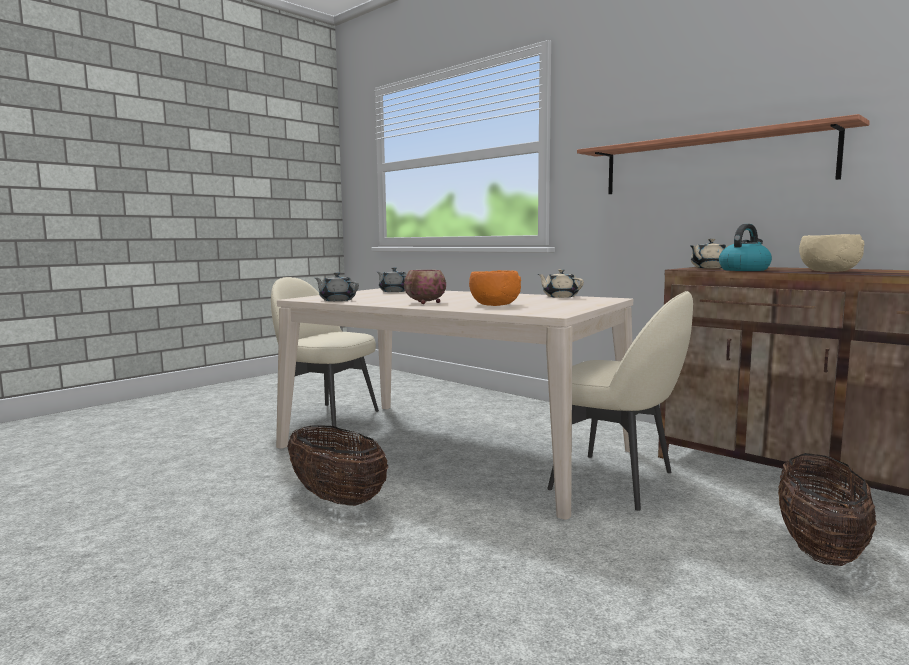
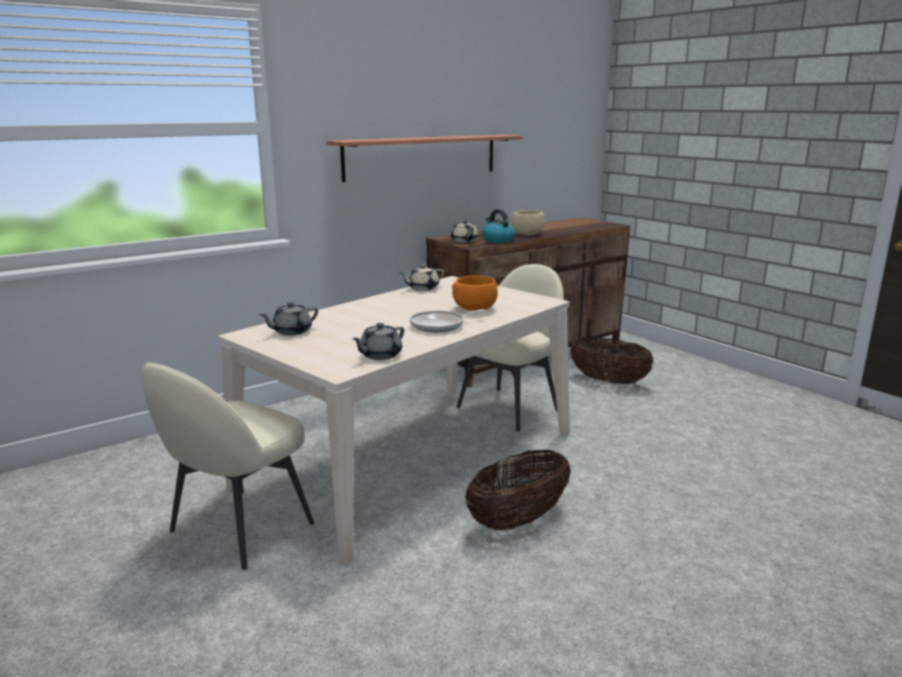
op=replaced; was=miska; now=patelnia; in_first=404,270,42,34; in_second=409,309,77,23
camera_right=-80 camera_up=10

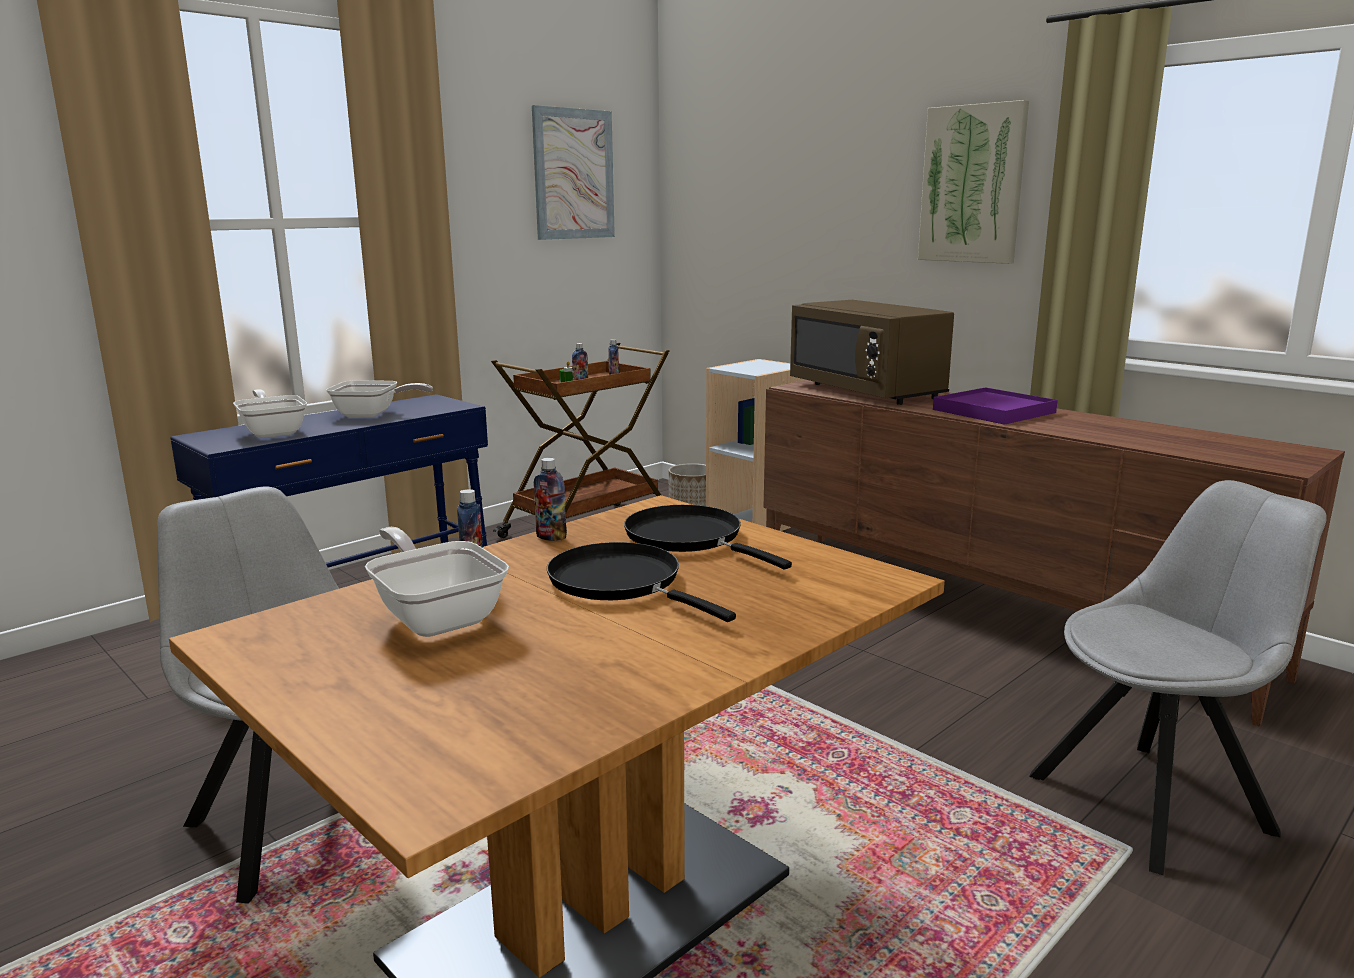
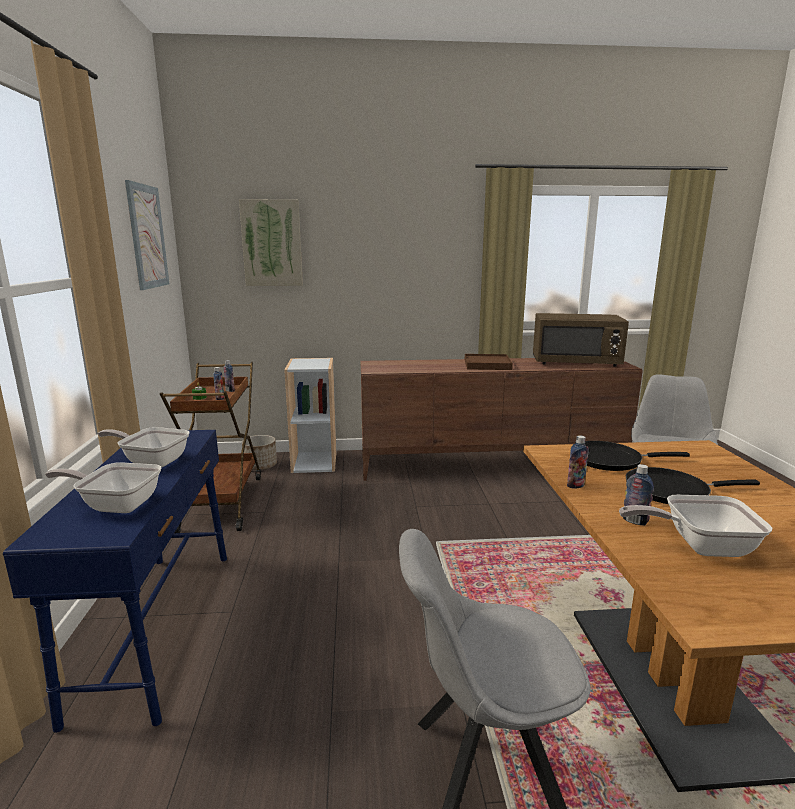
op=turned; was=patelnia; in_first=326,380,107,37; in_second=97,427,93,41; clockwise=-120
op=moved; was=obraz; in_first=918,100,111,164; in_second=239,199,64,87
op=recoloured; was=taca/fioletowy; now=taca/brązowy; in_first=933,387,125,38; in_second=465,354,48,16
op=moved; was=mikrofalówka/brązowy; in_first=790,300,164,105; in_second=533,313,96,54
camera_right=-50 camera_up=0

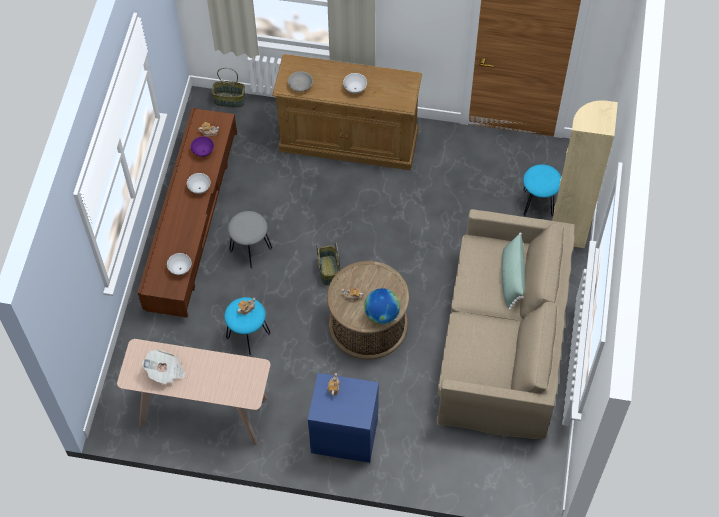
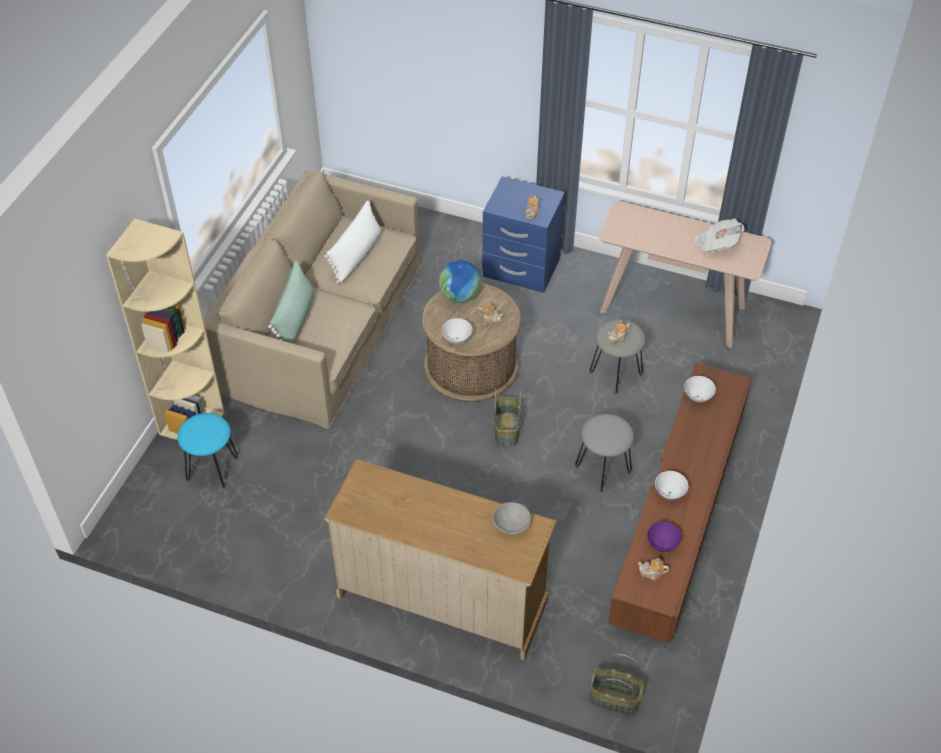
op=added; now=poduszka/biały; in_second=324,200,57,84
op=moved; was=miska/biały; in_first=343,73,24,21; in_second=442,318,30,26
op=recoloured; was=stołek/turkusowy; now=stołek/szary; in_first=224,297,46,59; in_second=590,319,55,75
camera_right=-170 camera_up=-10

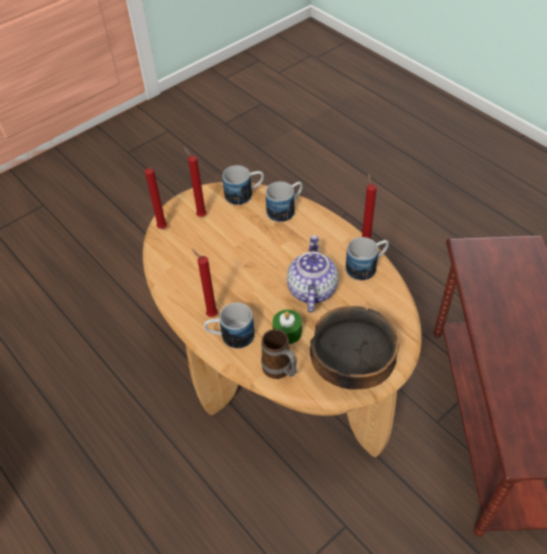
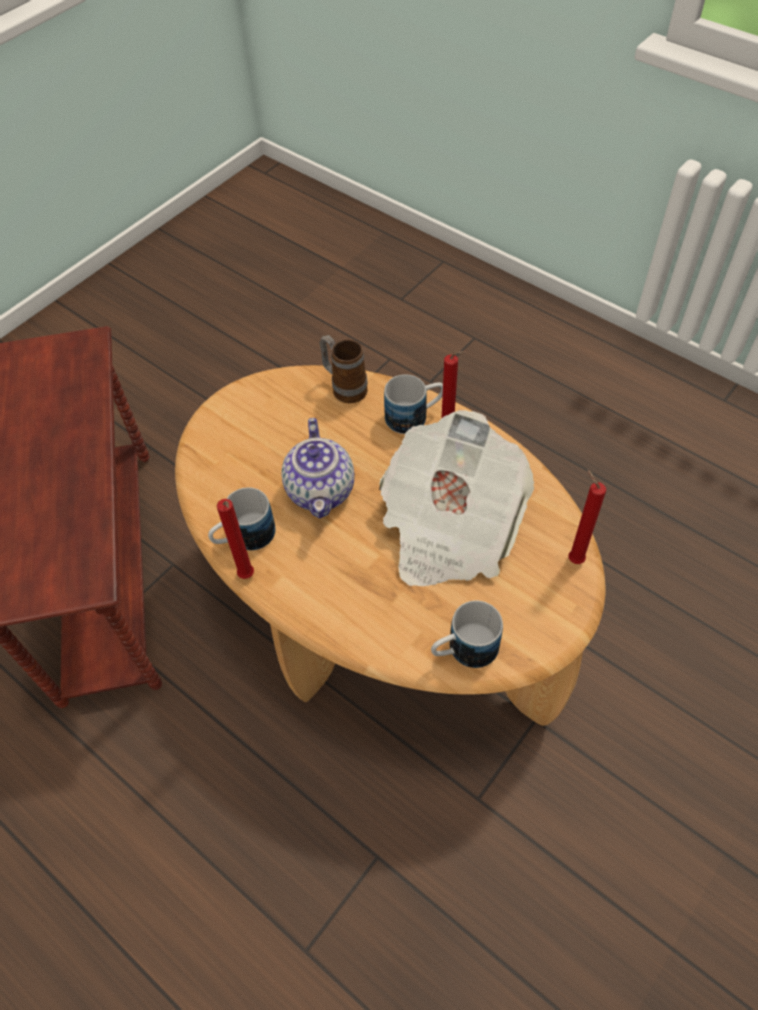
op=added; now=gazeta; in_second=379,410,155,176
op=removed; was=świeca/czerwony; in_first=184,148,23,69
op=removed; was=kubek; in_first=266,182,37,40
op=removed; was=świeca/zielony; in_first=273,310,29,34
op=removed; was=miska; in_first=310,306,89,84
camera_right=170 camera_up=5

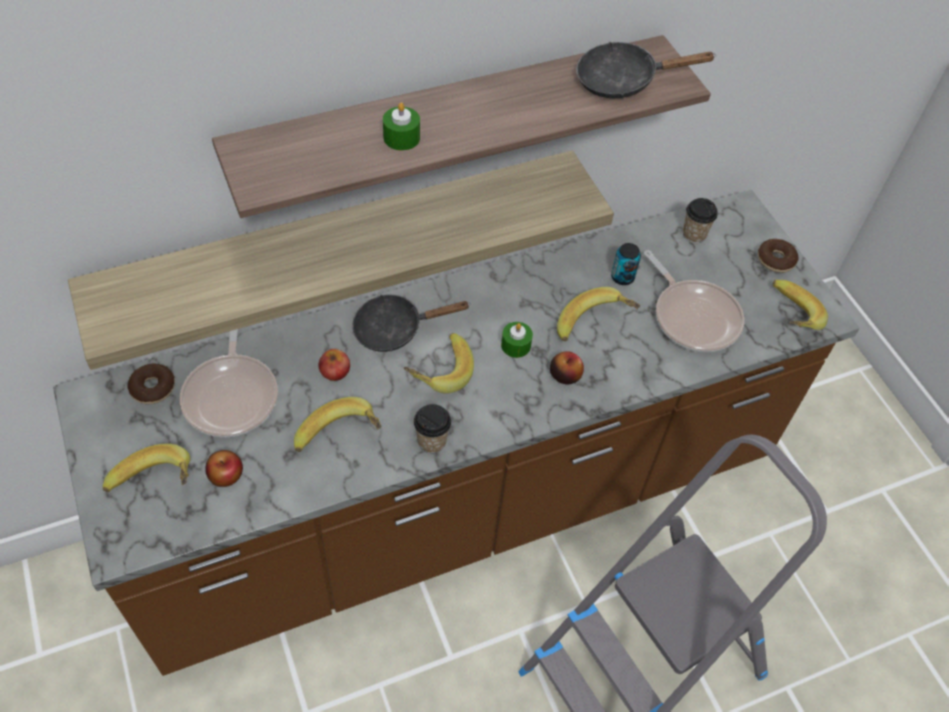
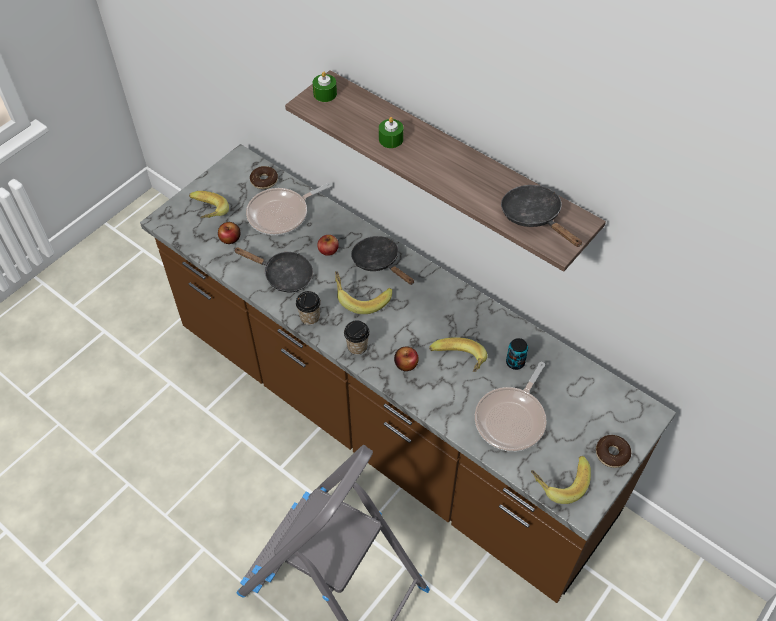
op=replaced; was=banan; now=patelnia/czarny; in_first=294,397,87,55; in_second=234,247,79,45
op=moved; was=świeca/zielony; in_first=501,322,32,36; in_second=313,71,24,31
op=moved; was=filiżanka; in_first=683,198,35,45; in_second=344,320,26,35
op=removed; was=półka; in_first=68,150,546,220
camera_right=65 camera_up=0

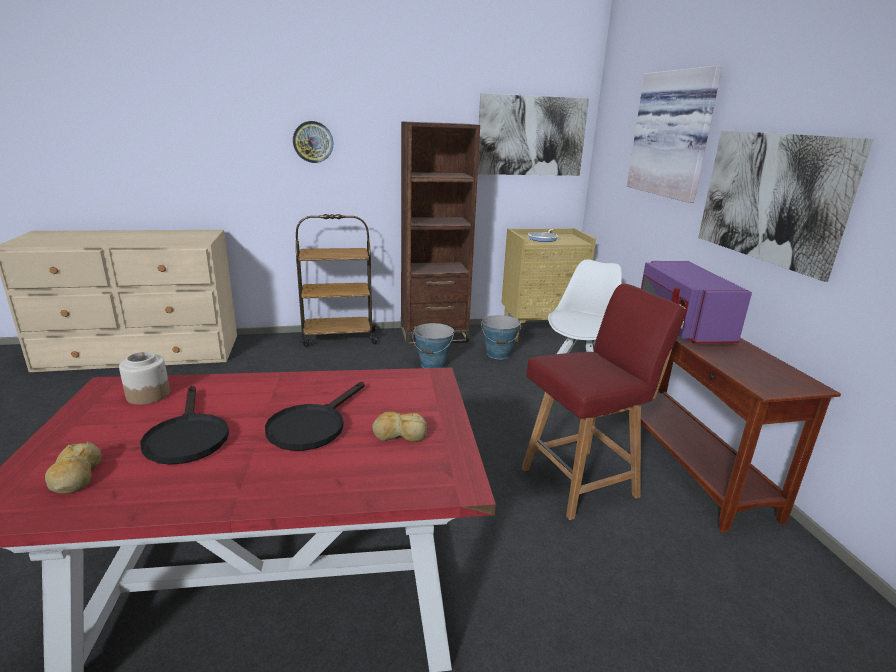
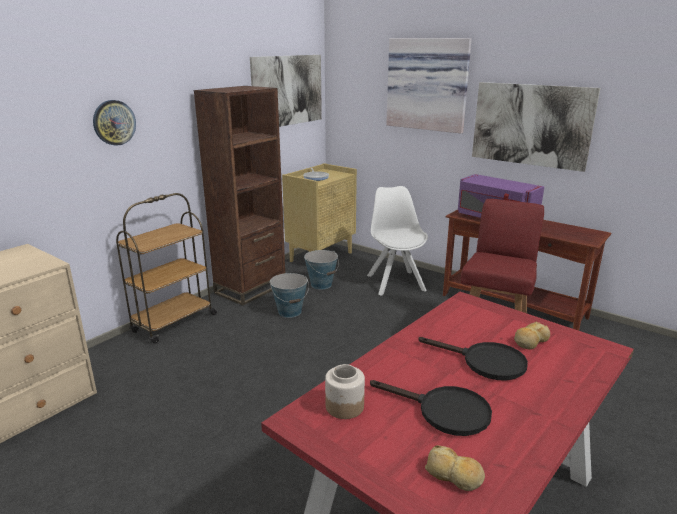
op=turned; was=patelnia/czarny; in_first=265,382,99,69; in_second=419,337,109,44; clockwise=-45
camera_right=-40 camera_up=0

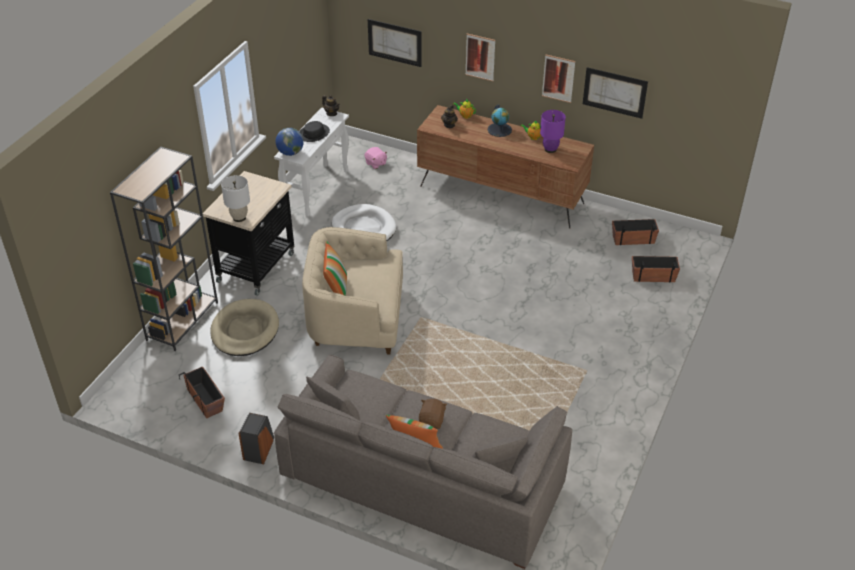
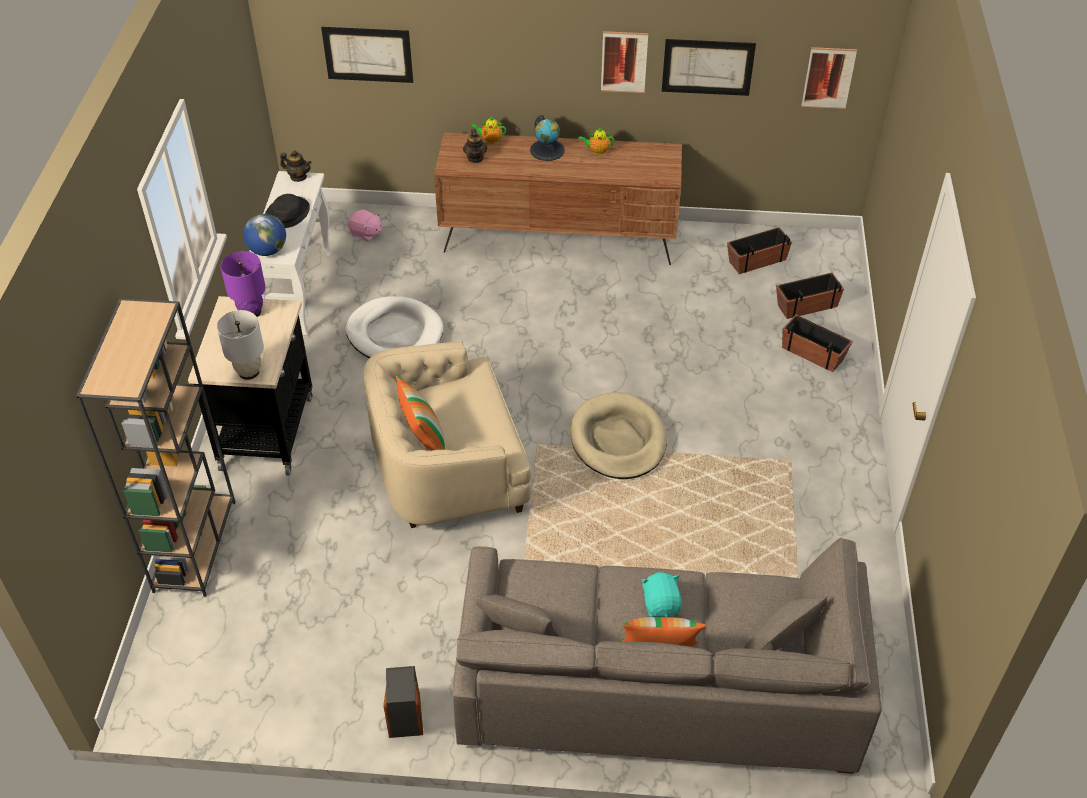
op=moved; was=lampa stołowa/fioletowy; in_first=540,110,26,43; in_second=221,251,45,66
op=moved; was=legowisko/beżowy; in_first=210,299,69,57; in_second=570,392,97,87
op=recoloured; was=pluszak/brązowy; now=pluszak/turkusowy; in_first=419,399,28,30; in_second=641,572,41,45
op=moved; was=donica; in_first=179,366,46,52; in_second=782,314,71,58
op=moved; was=obraz; in_first=465,34,30,47; in_second=801,47,56,62
camera_right=-20 camera_up=5

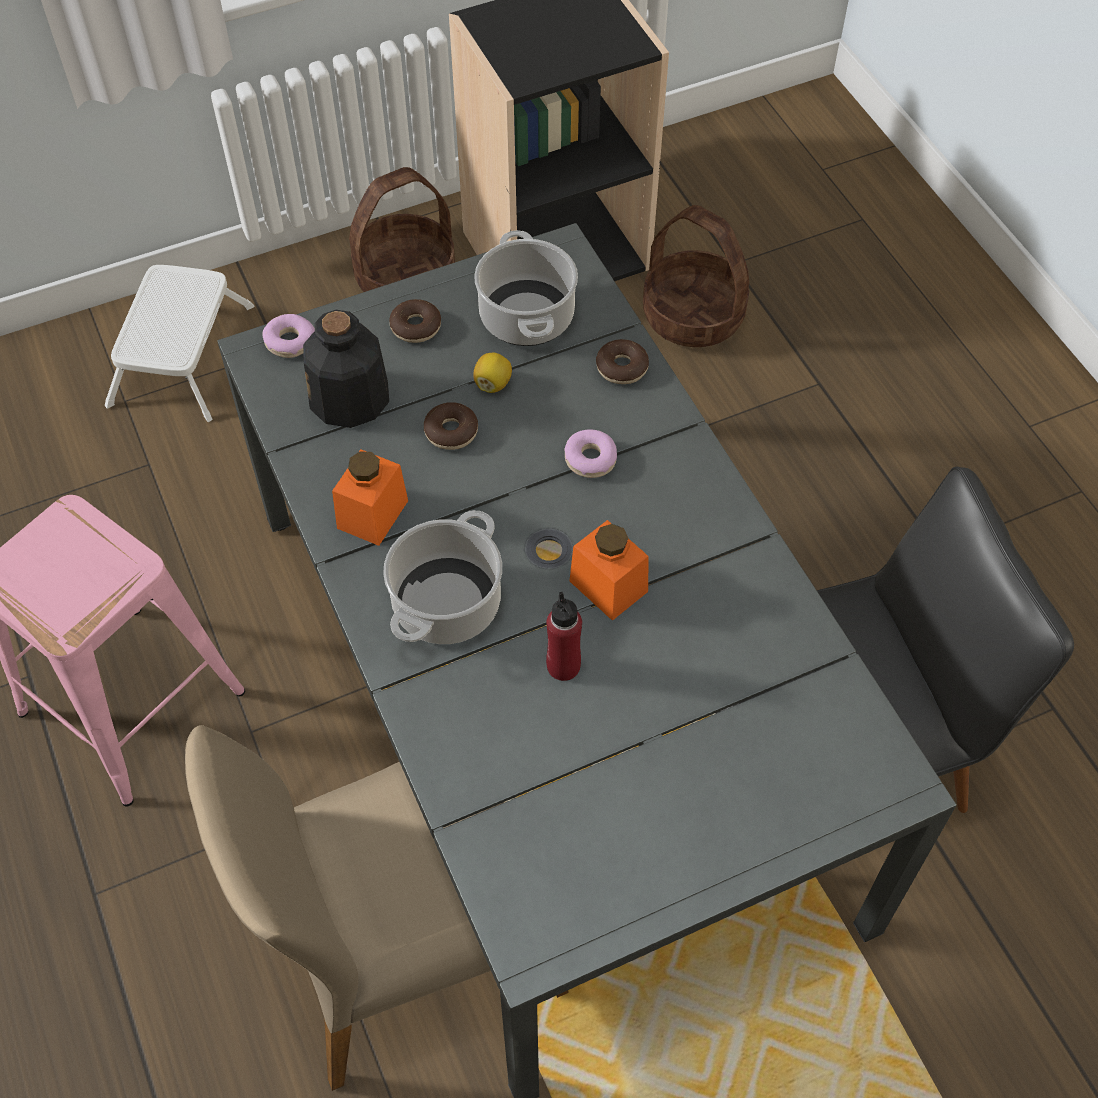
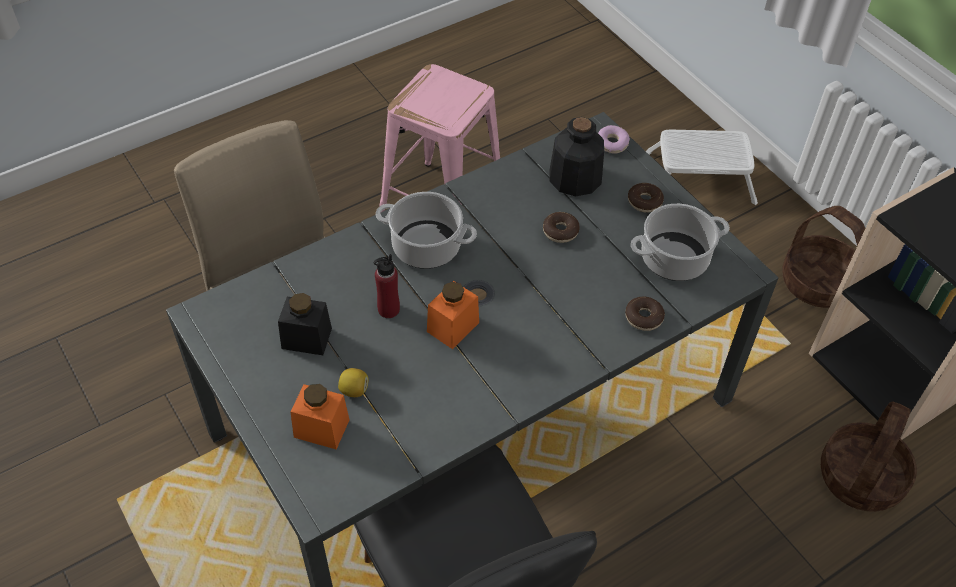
op=added; now=słoik/czarny; in_second=278,293,54,62
op=moved; was=słoik/pomarańczowy; in_first=332,449,76,97; in_second=290,384,60,65
op=moved; was=cytryna; in_first=473,353,39,40; in_second=338,368,31,29
op=removed; was=donut; in_first=564,429,53,49
camera_right=80 camera_up=-5

